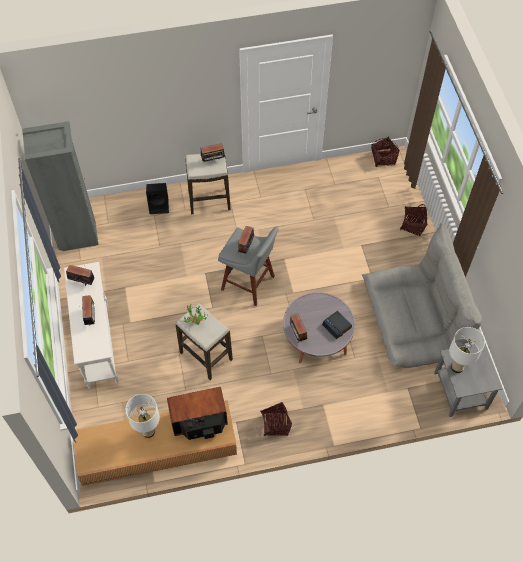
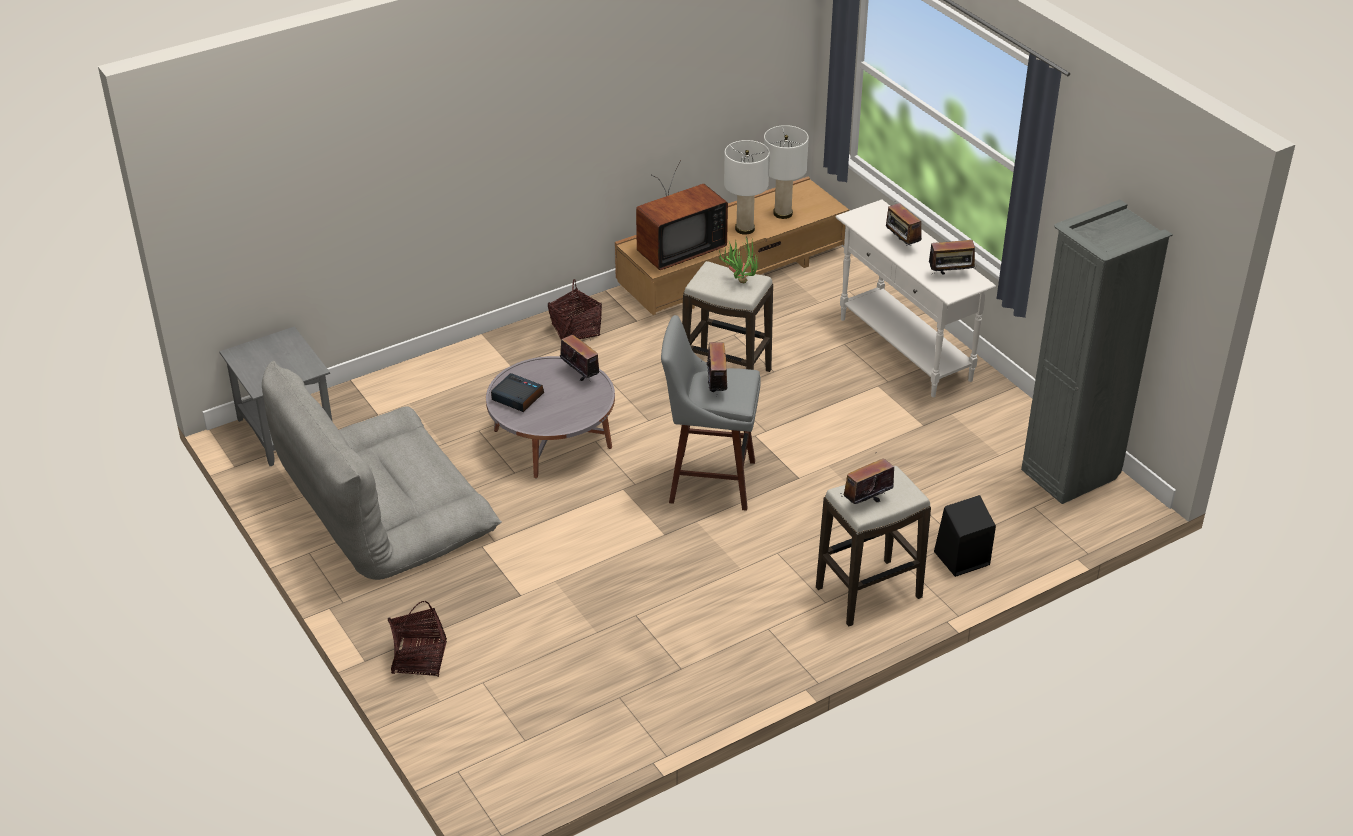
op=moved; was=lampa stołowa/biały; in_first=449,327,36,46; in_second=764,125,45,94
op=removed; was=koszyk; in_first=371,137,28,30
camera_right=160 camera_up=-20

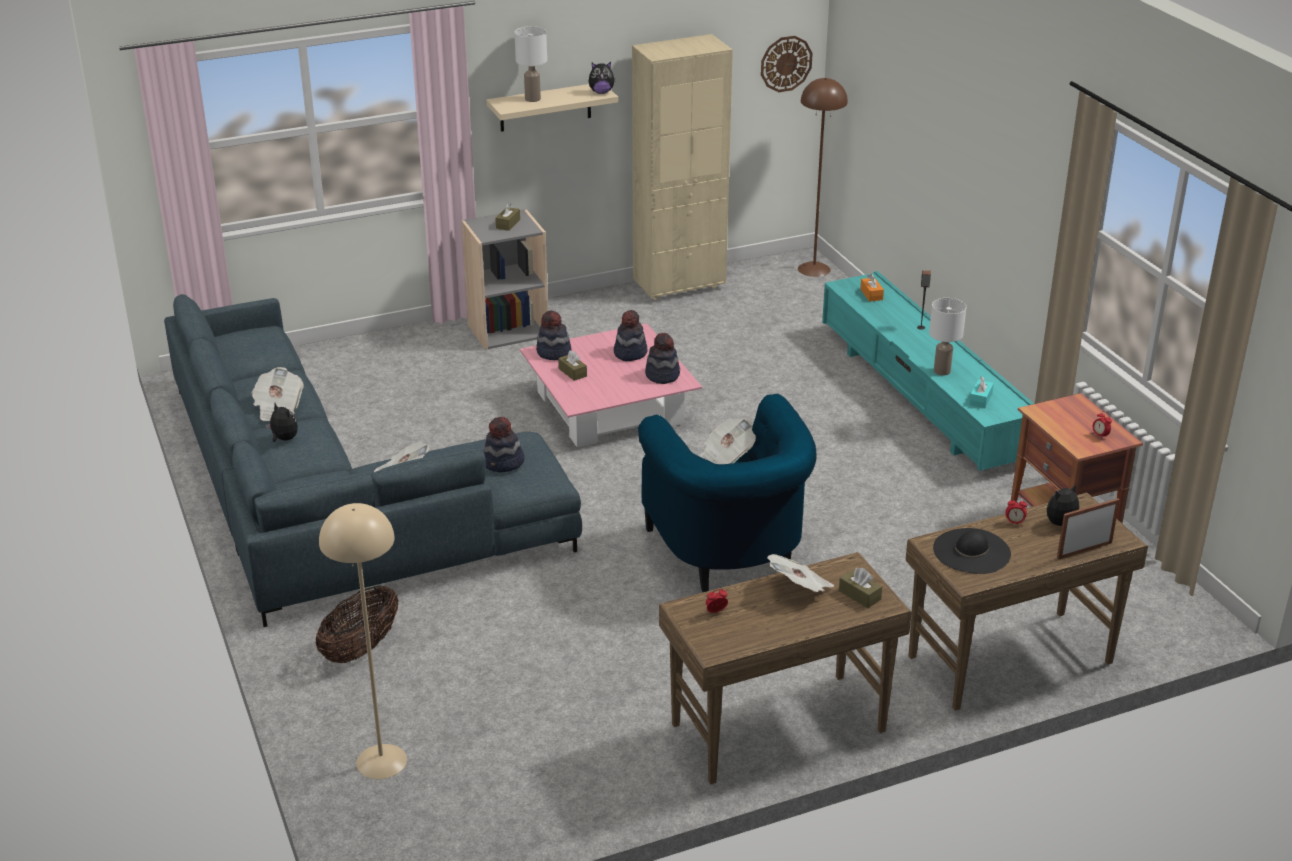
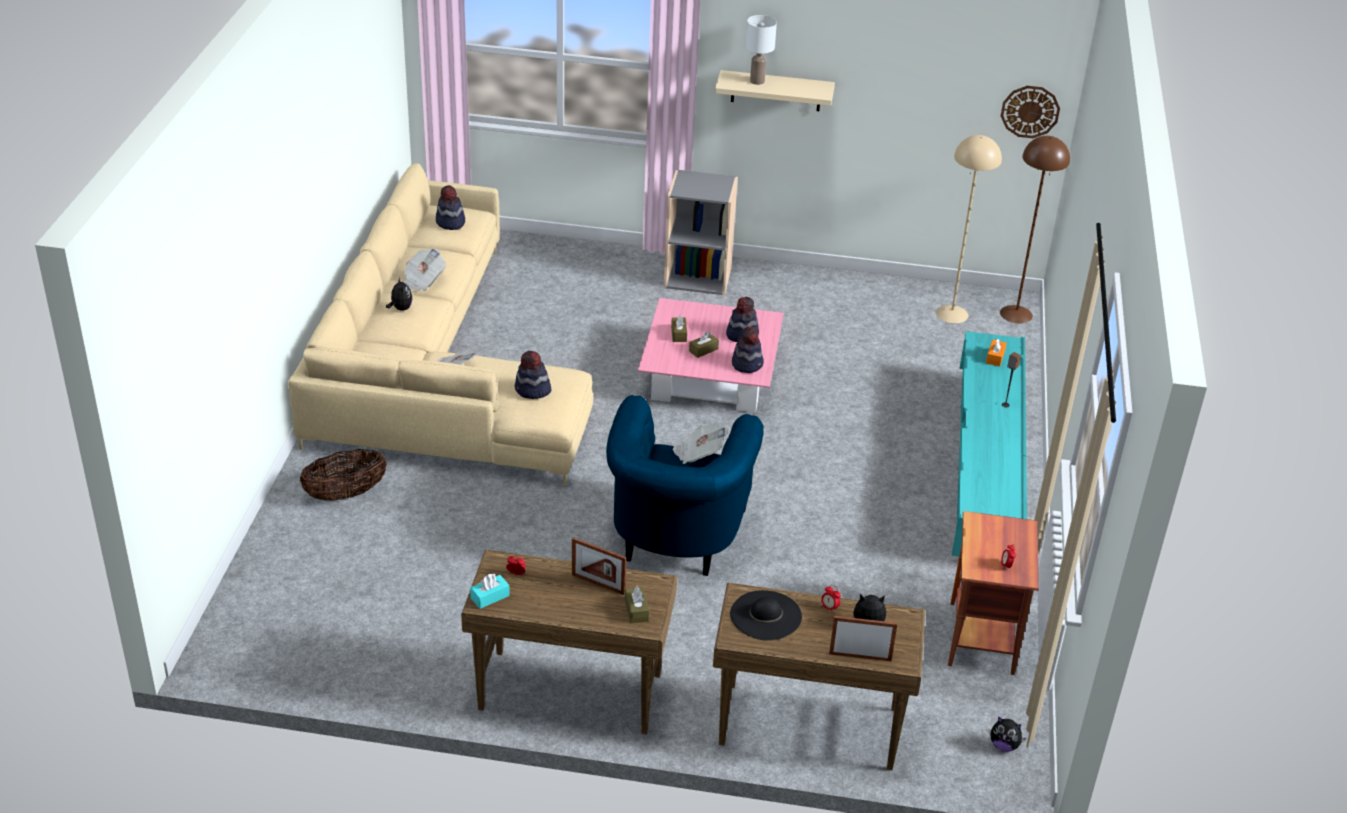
op=recoloured; was=kanapa/niebieski; now=kanapa/beżowy; in_first=164,294,418,333; in_second=288,163,305,323
op=moved; was=kapelusz; in_first=536,311,36,49; in_second=436,185,29,45
op=moved; was=pudełko chusteczek/turkusowy; in_first=969,377,25,31; in_second=470,574,40,35
op=replaced; was=gazeta; now=ramka na zdjęcie; in_first=767,554,67,38; in_second=572,537,54,58
op=moved; was=pudełko chusteczek/brązowy; in_first=495,203,25,28; in_second=689,332,30,26
op=moved; was=lampa stojąca/beżowy; in_first=319,503,88,276; in_second=936,135,66,188
op=moved; was=pluszak; in_first=589,62,27,32; in_second=991,716,36,36
op=removed; was=szafka/beżowy; in_first=632,34,101,266
op=removed; was=lampa stołowa/biały; in_first=929,298,37,78
camera_right=30 camera_up=5

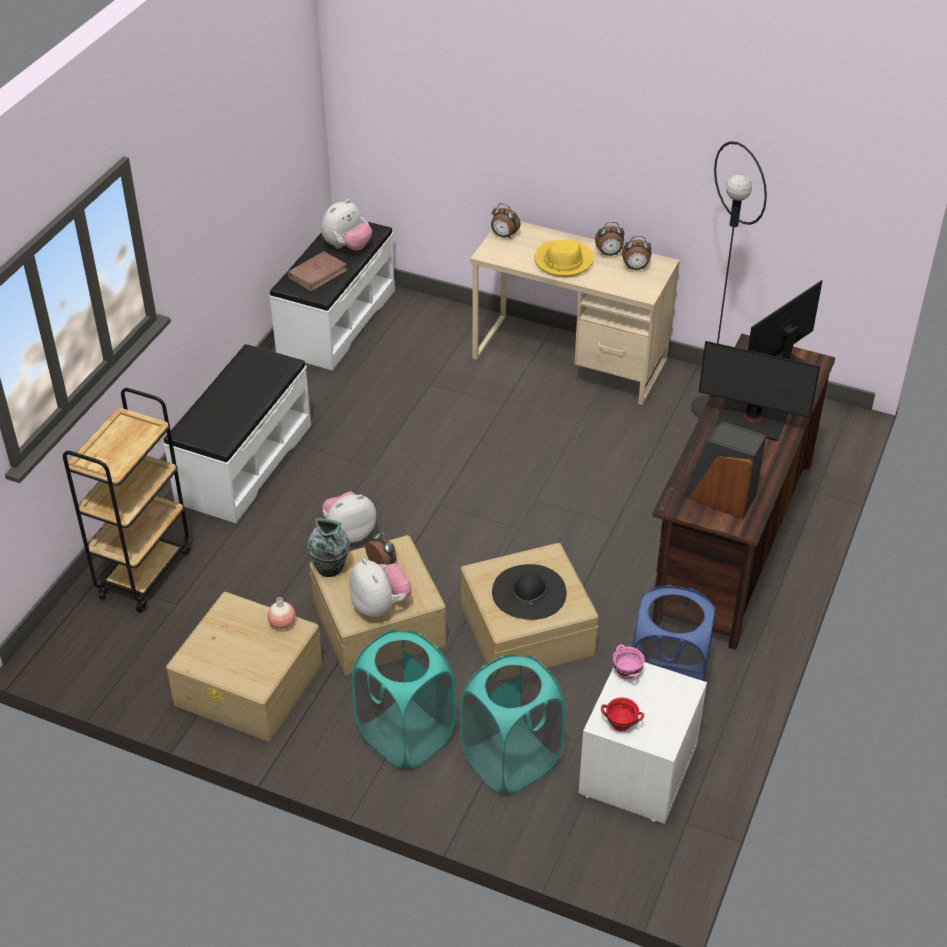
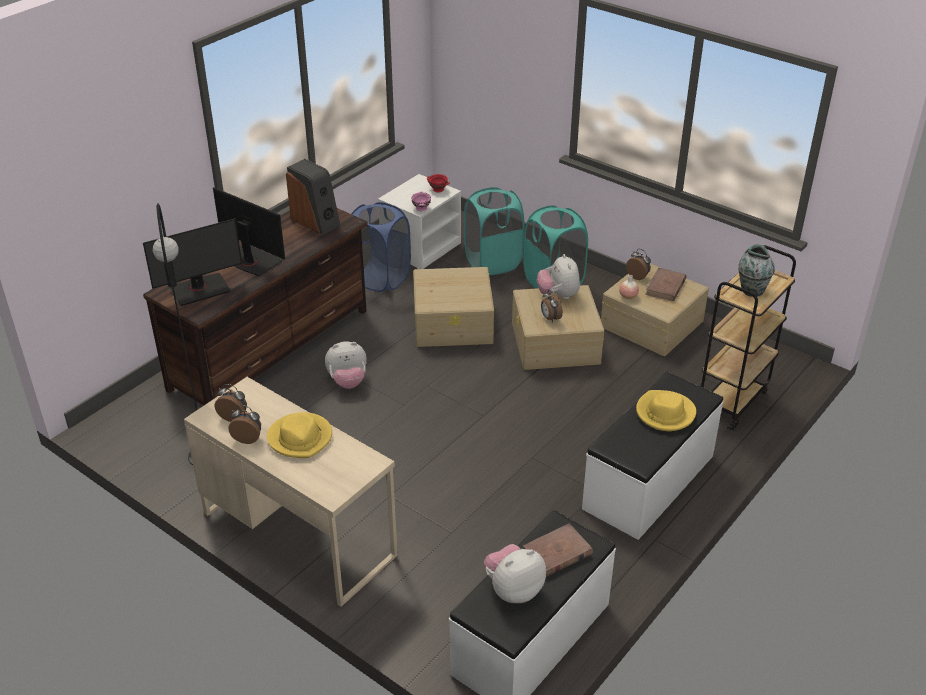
op=moved; was=pluszak; in_first=322,492,54,51; in_second=325,341,42,48
op=moved; was=budzik; in_first=491,203,29,36; in_second=626,249,25,31
op=added; now=kapelusz/żółty; in_second=636,390,60,41
op=added; now=książka/brązowy; in_second=645,268,42,33
op=moved; was=wazon; in_first=307,518,43,59; in_second=738,245,37,52
op=removed; was=kapelusz/czarny; in_first=492,564,75,56
camera_right=-165 camera_up=-5

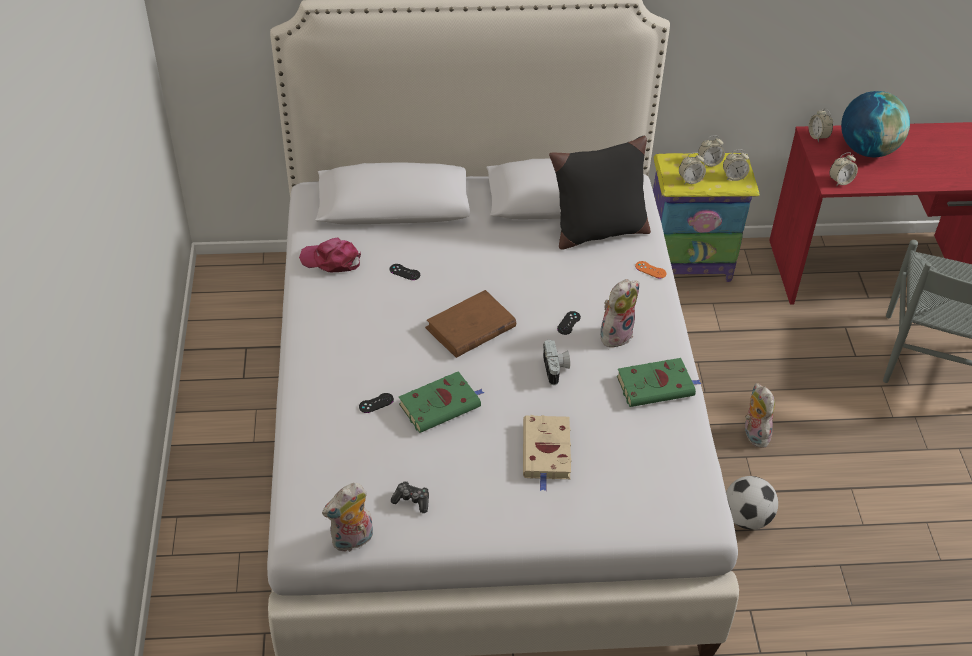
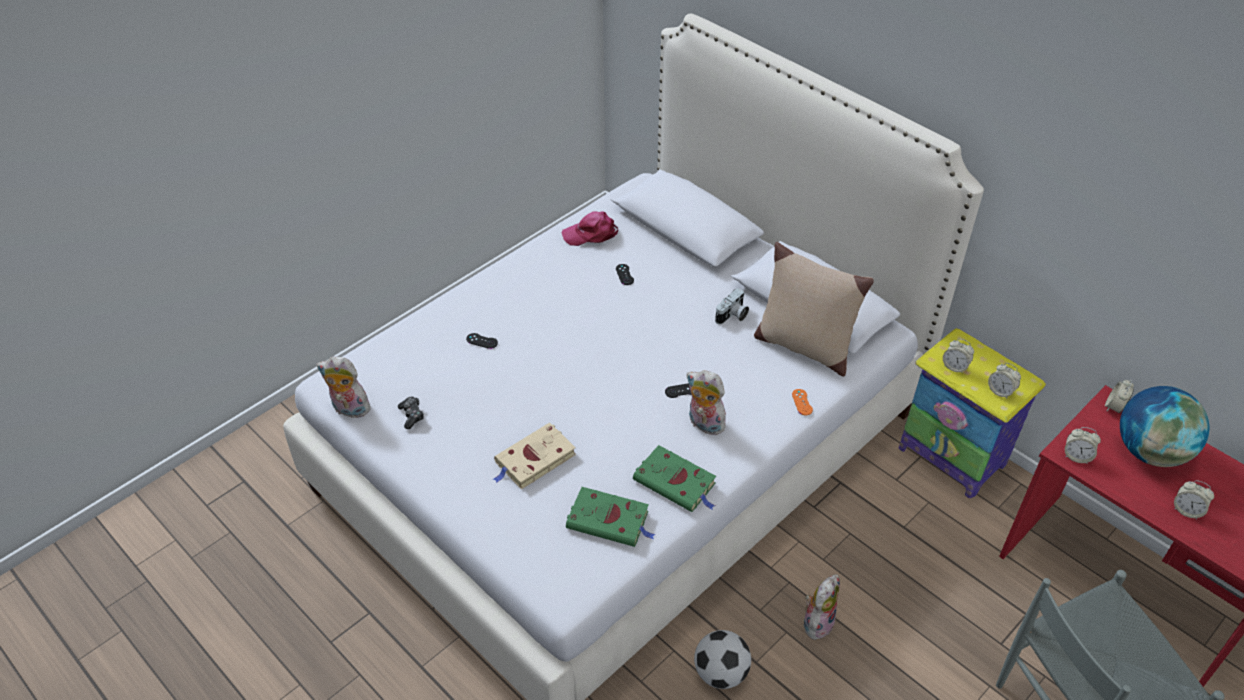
op=turned; was=czapka z daszkiem/różowy; in_first=299,238,62,35; in_second=562,212,56,34; clockwise=-75
op=moved; was=książka/zielony; in_first=399,371,86,62; in_second=566,487,90,60
op=turned; was=pluszak; in_first=600,279,39,68; in_second=686,370,40,65; clockwise=-150
op=moved; was=aparat fotograficzny; in_first=543,339,27,46; in_second=715,288,34,36
op=recoloured; was=poduszka/czarny; now=poduszka/beżowy; in_first=549,136,102,114; in_second=754,242,120,134
op=moved; was=budzik; in_first=698,135,27,32; in_second=1174,480,40,40
op=removed; was=książka/brązowy; in_first=425,290,91,68
camera_right=50 camera_up=0

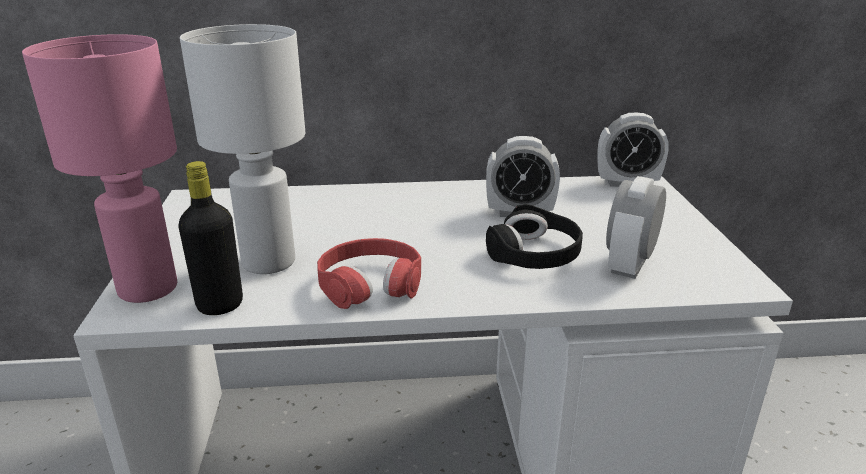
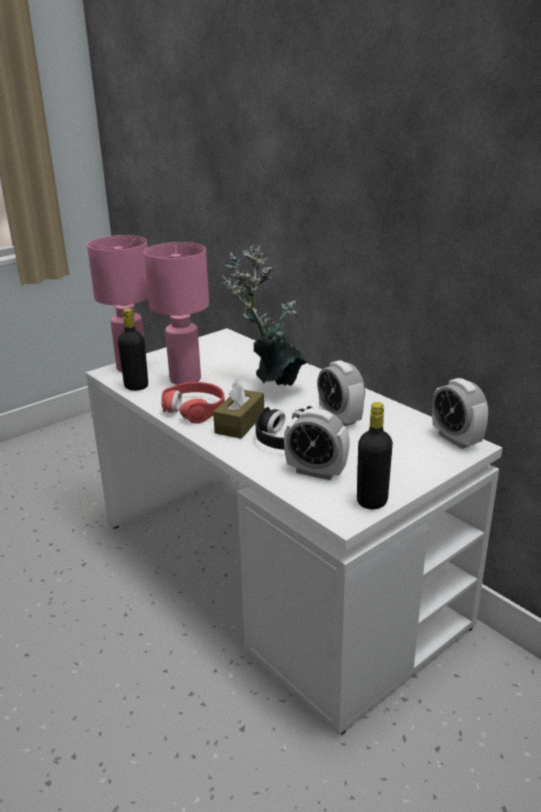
op=recoloured; was=lampa stołowa/biały; now=lampa stołowa/różowy; in_first=180,24,125,250; in_second=144,242,65,143
op=added; now=pudełko chusteczek/brązowy; in_second=213,380,51,59
op=added; now=roślina doniczkowa; in_second=222,245,89,141
op=turned; was=budzik; in_first=606,176,60,103; in_second=284,408,66,72; clockwise=-150
op=added; now=butelka/czarny; in_second=357,402,36,107
camera_right=55 camera_up=0

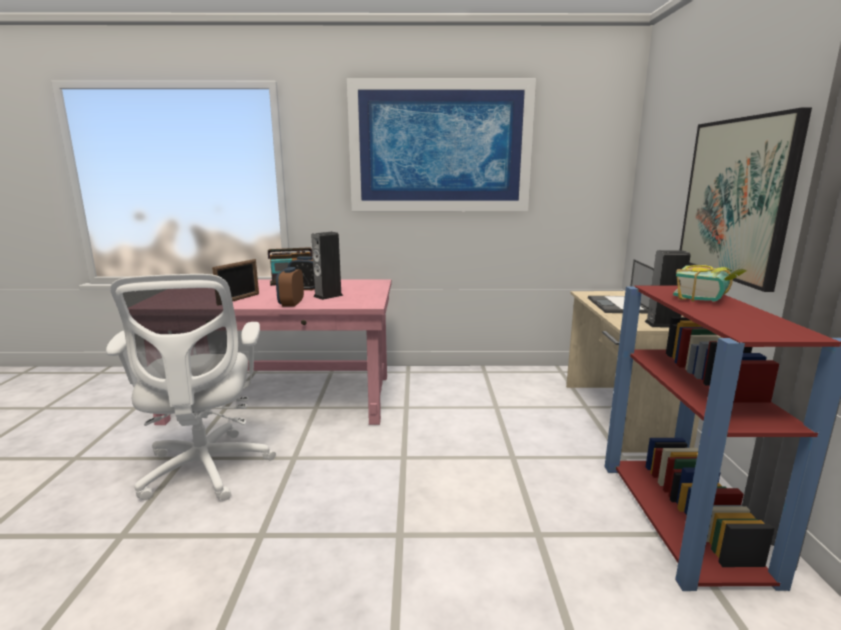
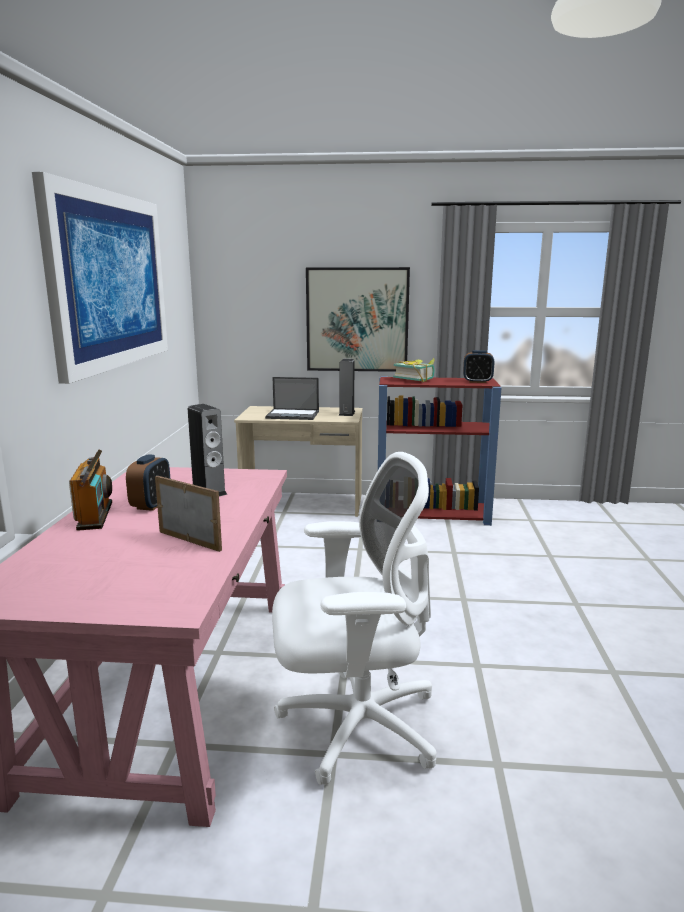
op=moved; was=budzik; in_first=276,267,28,40; in_second=463,350,31,33
camera_right=-85 camera_up=0

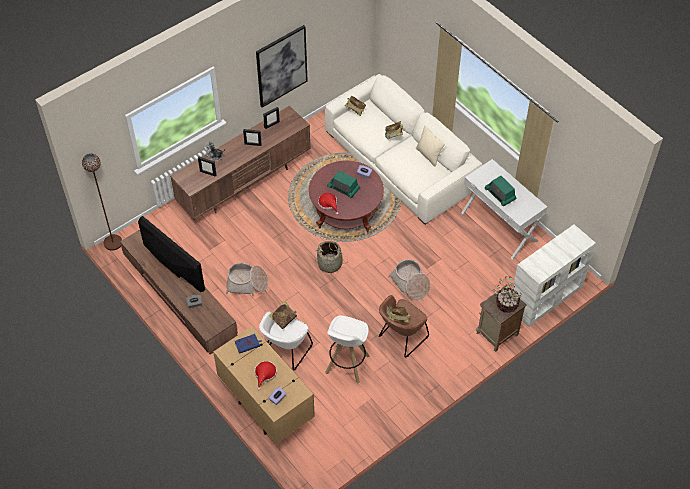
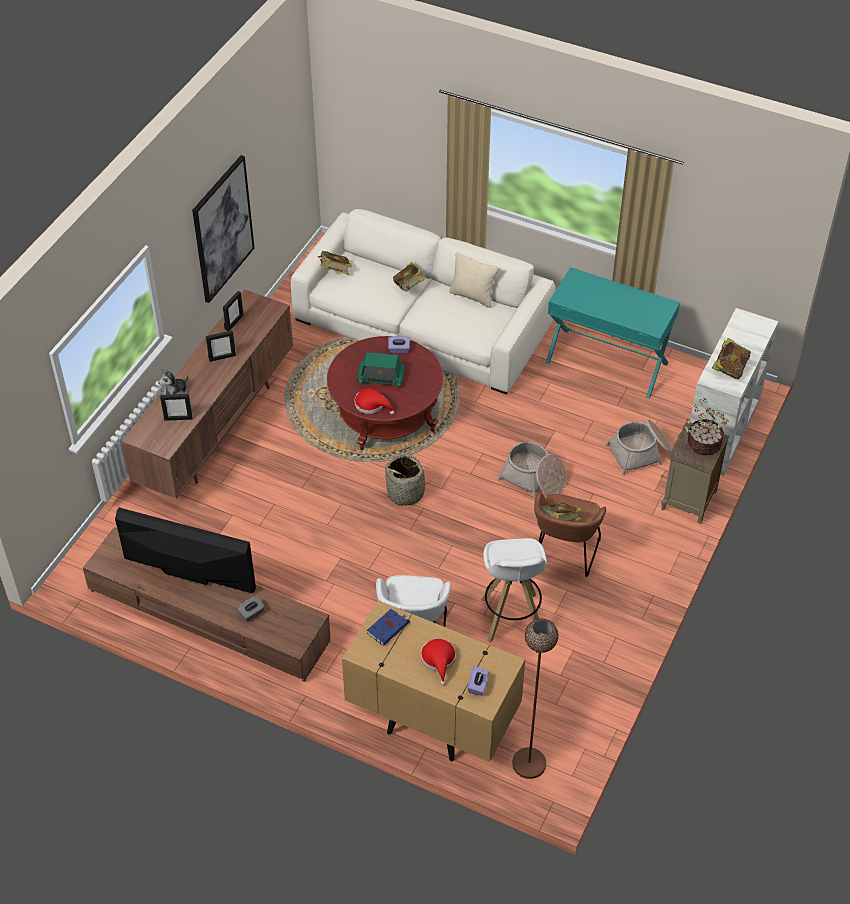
op=moved; was=lampa stojąca/brązowy; in_first=82,154,40,97; in_second=512,619,47,160
op=recoloured; was=stolik konsolowy/biały; now=stolik konsolowy/turkusowy; in_first=461,159,86,101; in_second=546,267,134,131
op=moved; was=koszyk; in_first=226,263,42,34; in_second=606,420,67,55
op=moved; was=książka; in_first=269,301,28,28; in_second=712,338,39,41
op=removed; was=radio; in_first=485,176,31,30
camera_right=-25 camera_up=-5

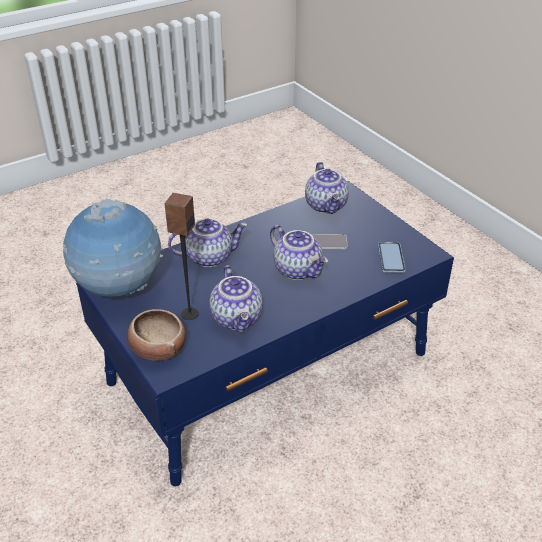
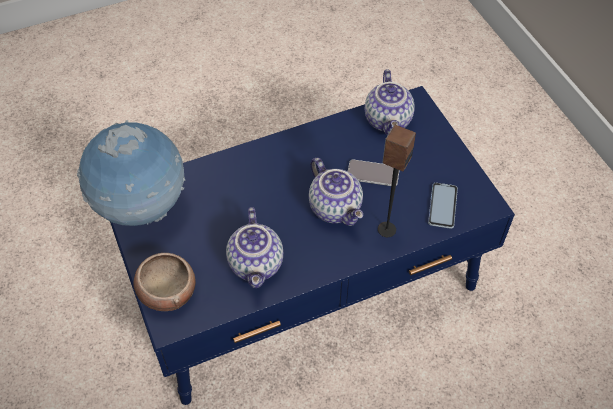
op=moved; was=głośnik; in_first=164,193,35,127; in_second=378,125,38,112
op=removed; was=imbryk; in_first=168,218,79,49
camera_right=10 camera_up=15

